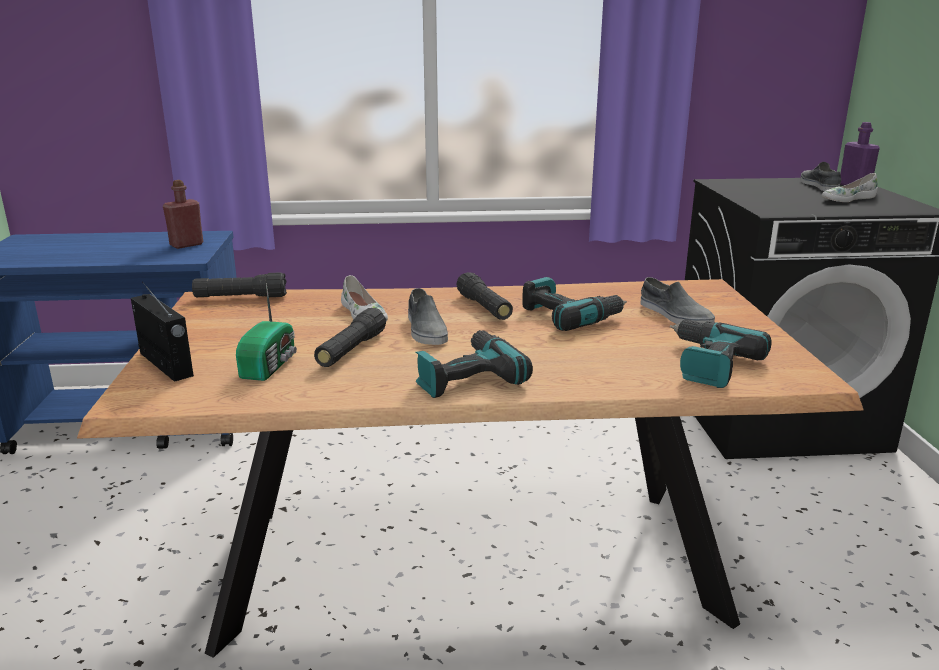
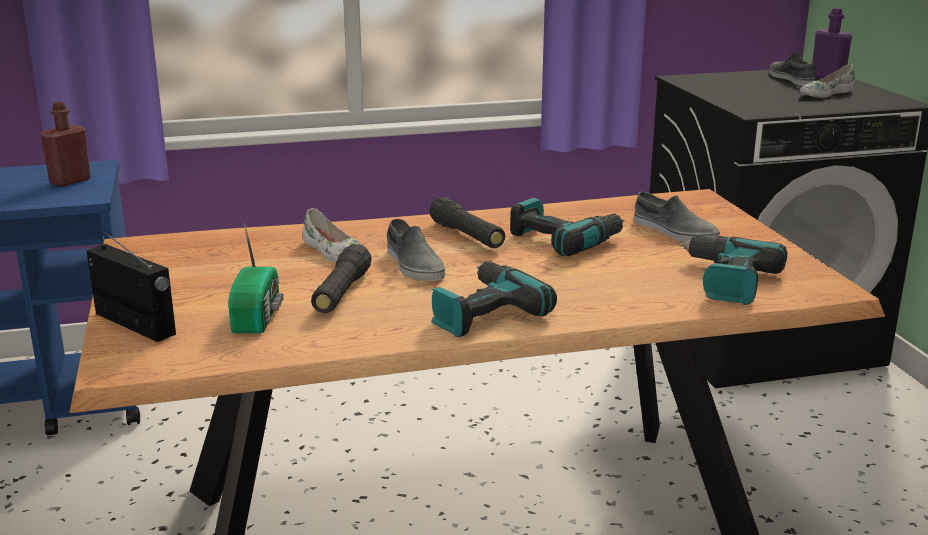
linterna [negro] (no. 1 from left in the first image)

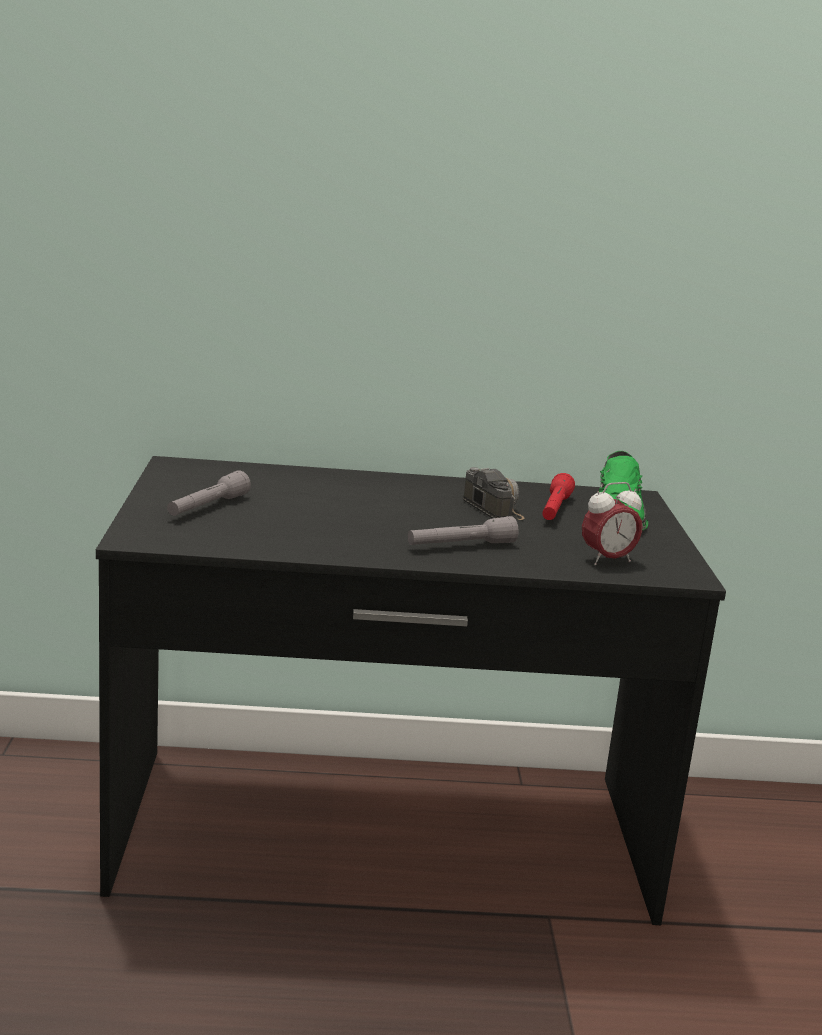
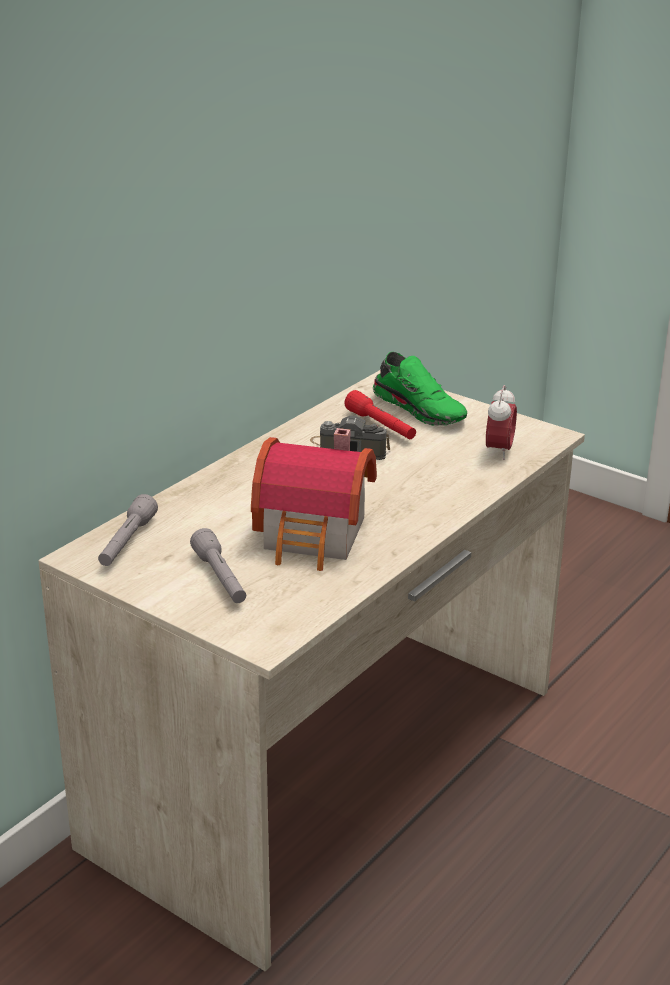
escritorio [beis]; linterna [gris] (no. 1 from left); casita

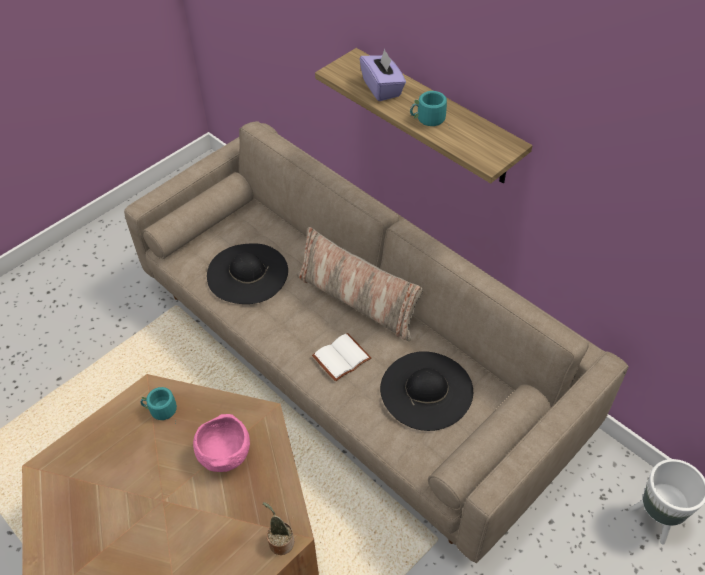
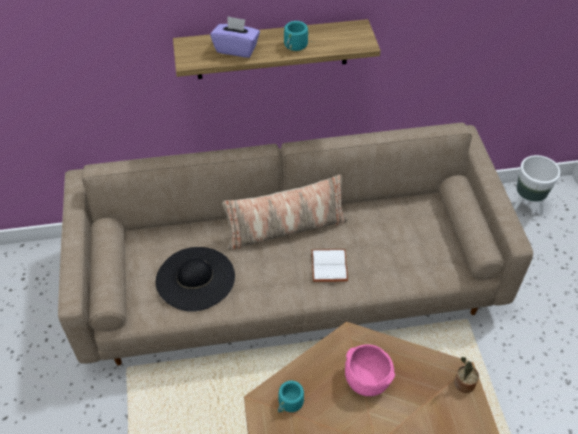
sombrero [negro] (no. 2 from left in the first image)

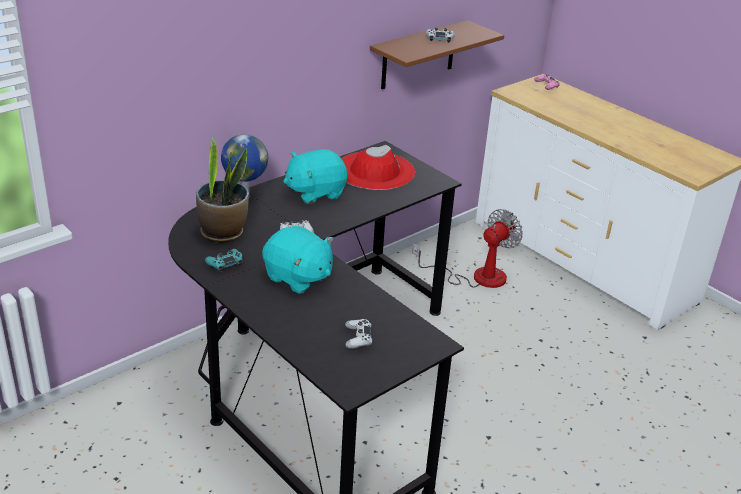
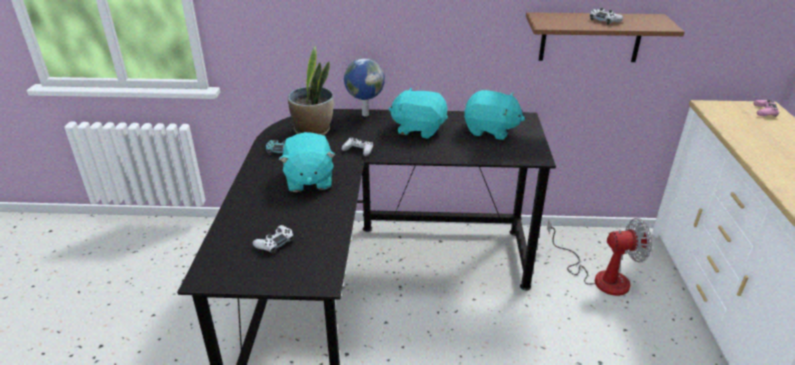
peluche [turquesa] (no. 3 from left)

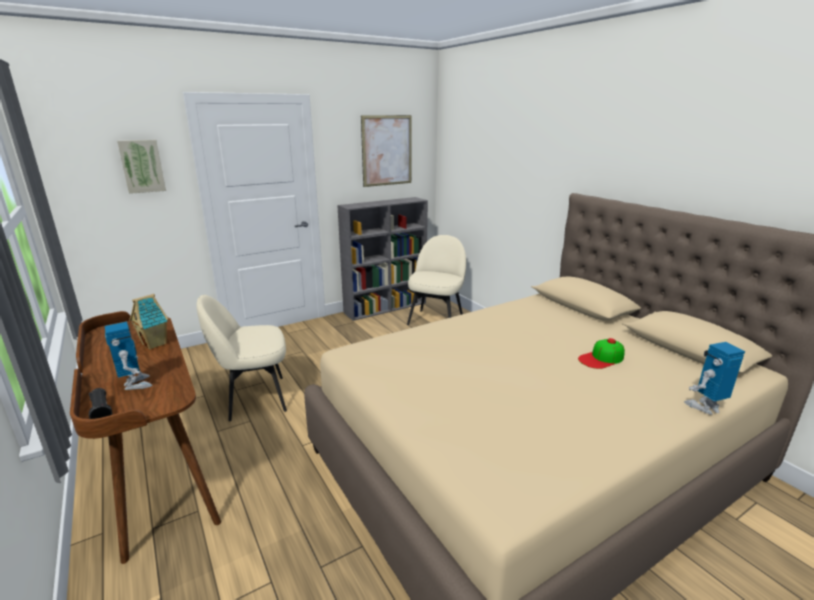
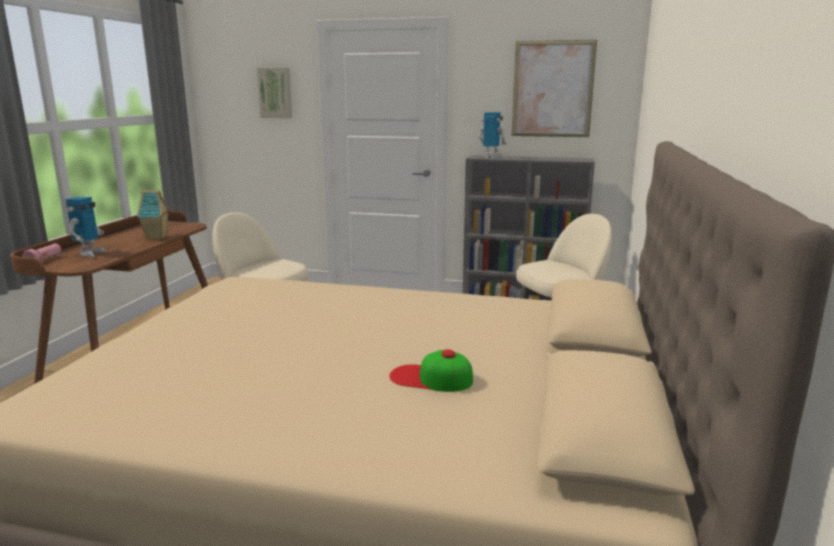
robot de juguete (no. 2 from left); linterna [rosa]

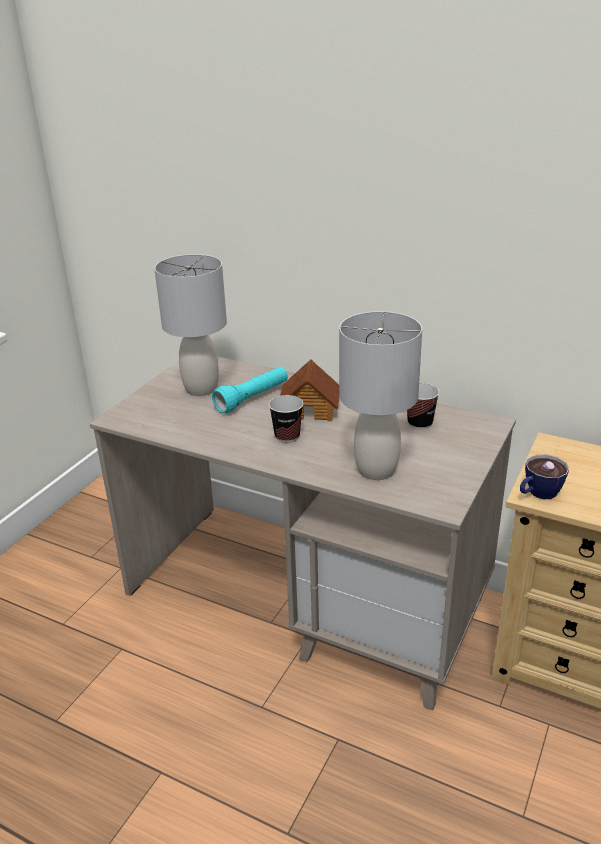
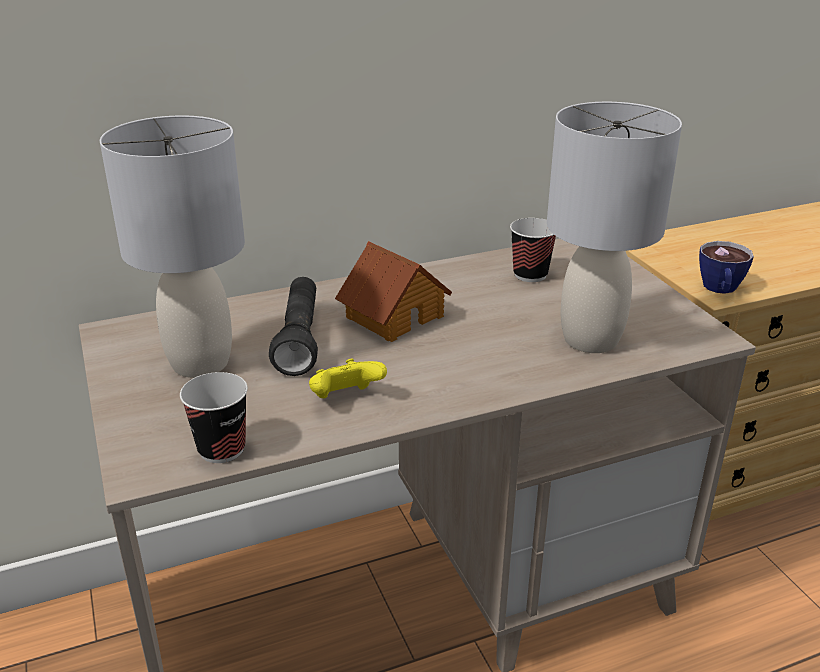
linterna [negro]; taza (no. 1 from left); mando de consola [amarillo]

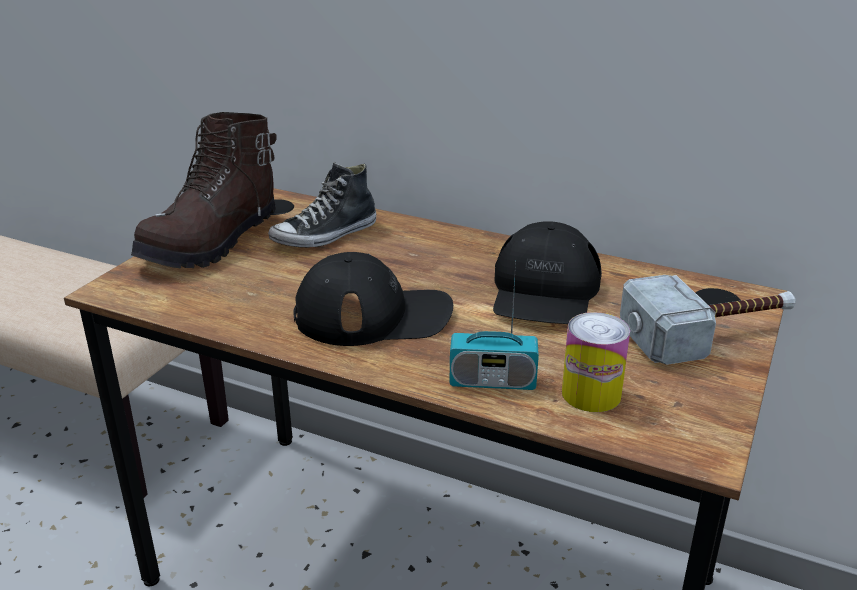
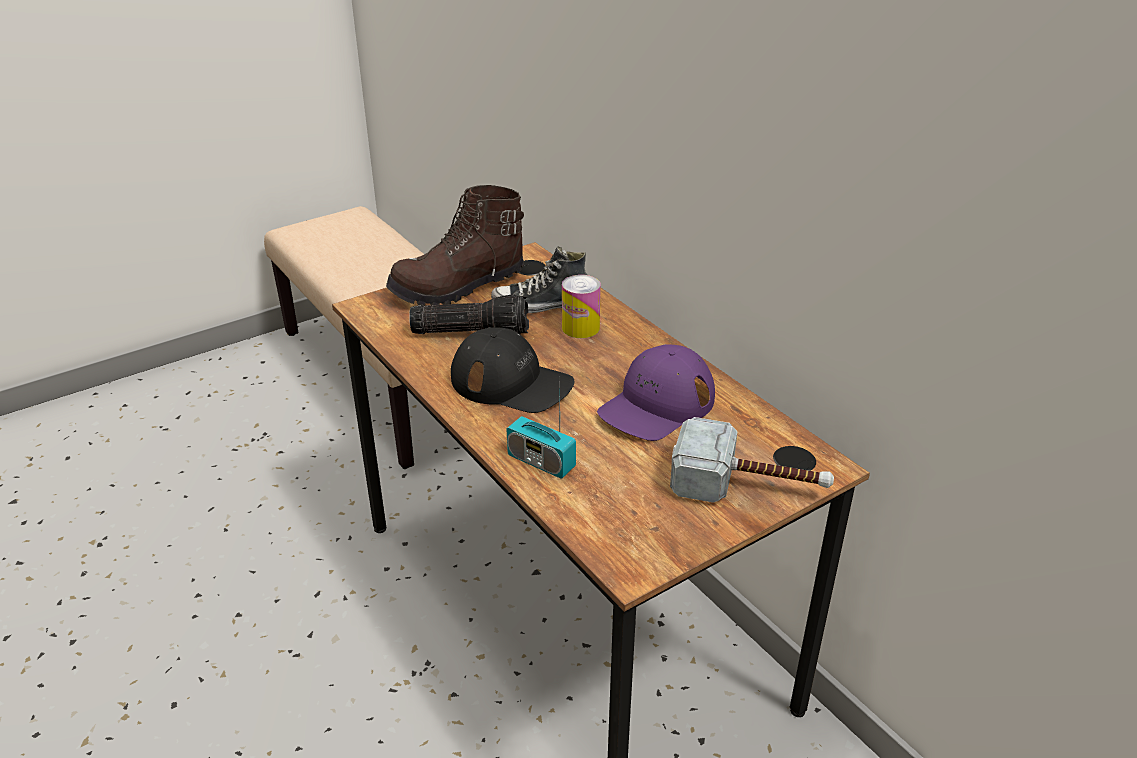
gorra [morado]; lata; linterna

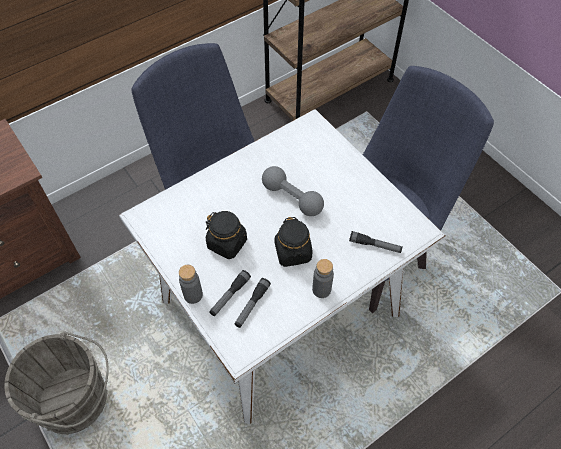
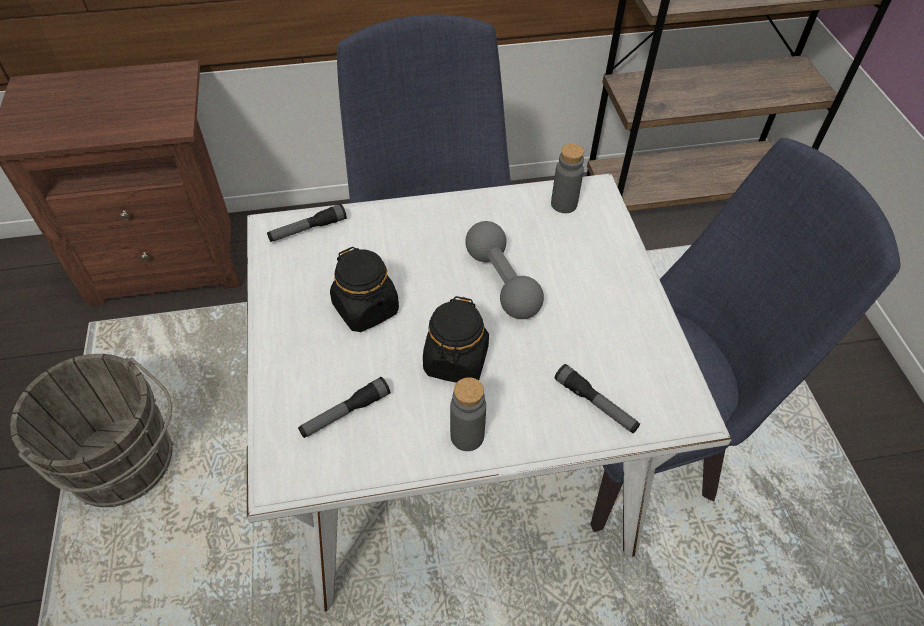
botella [gris] (no. 2 from left); linterna (no. 1 from left)

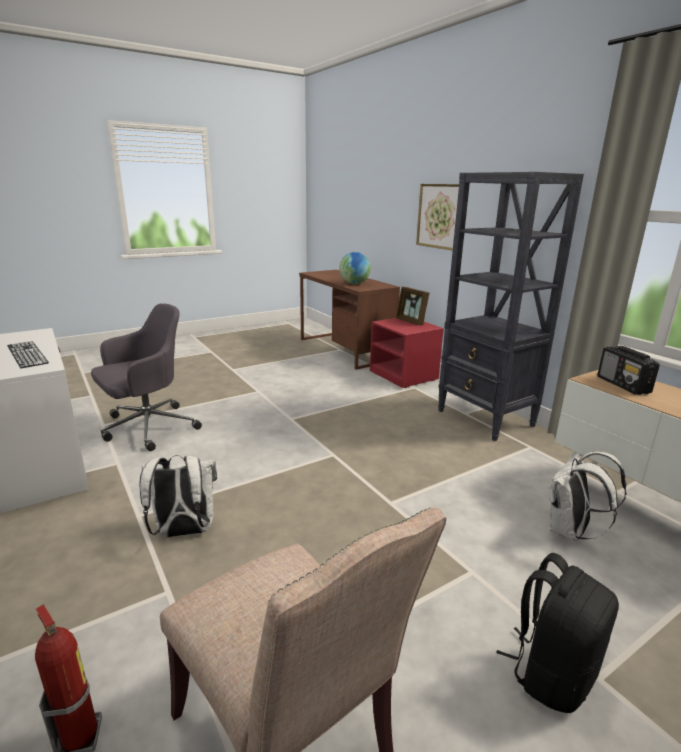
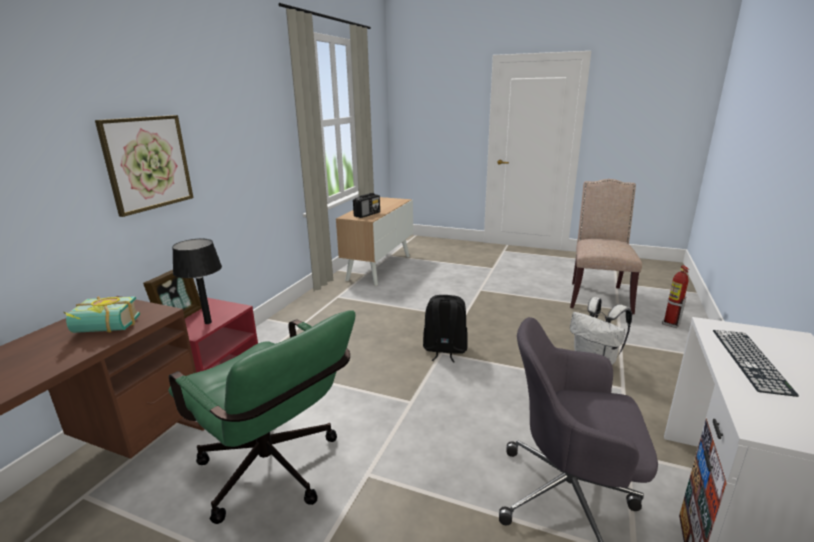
estantería [negro]; libro; mochila [blanco] (no. 2 from left in the first image); mochila [negro]; lámpara de mesa [negro]; silla de oficina [verde]

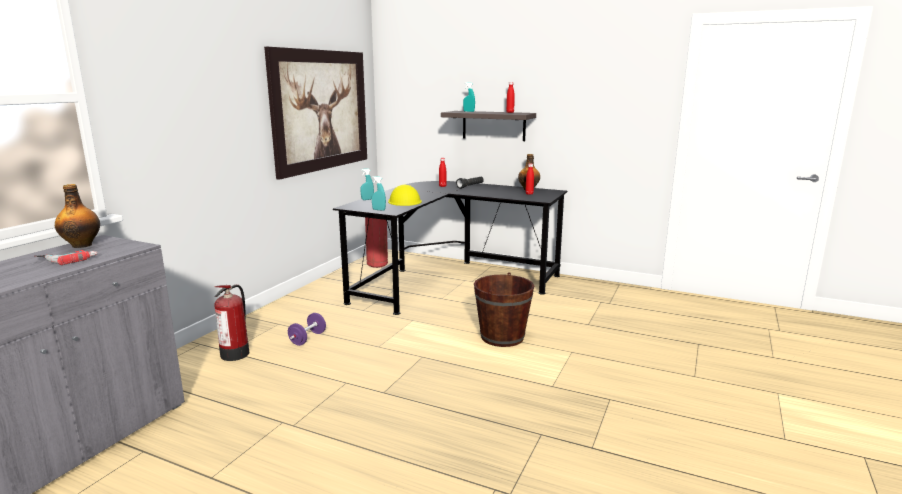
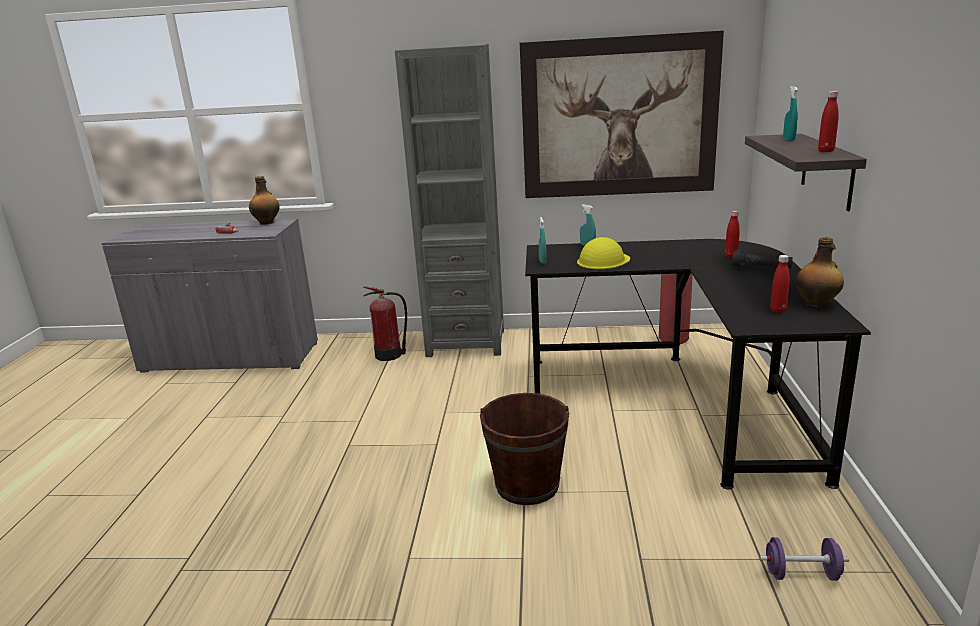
mancuerna [morado]; estantería [gris]

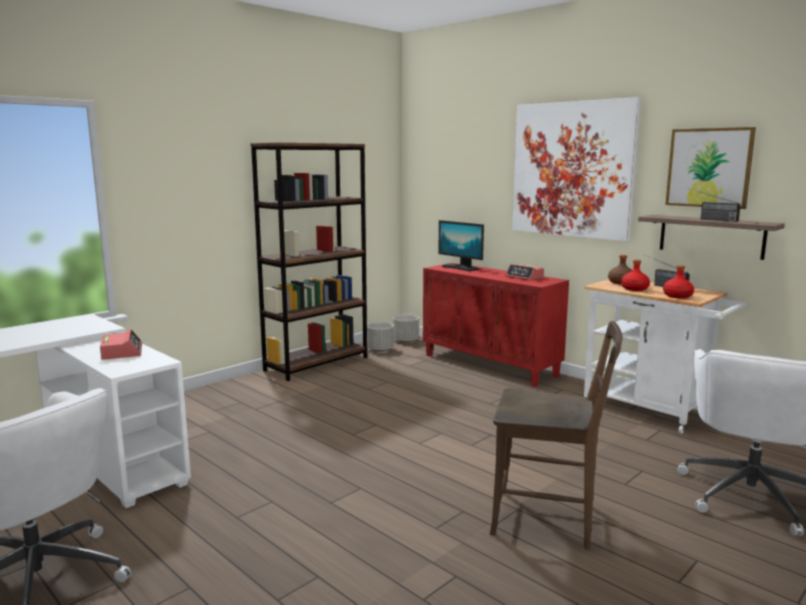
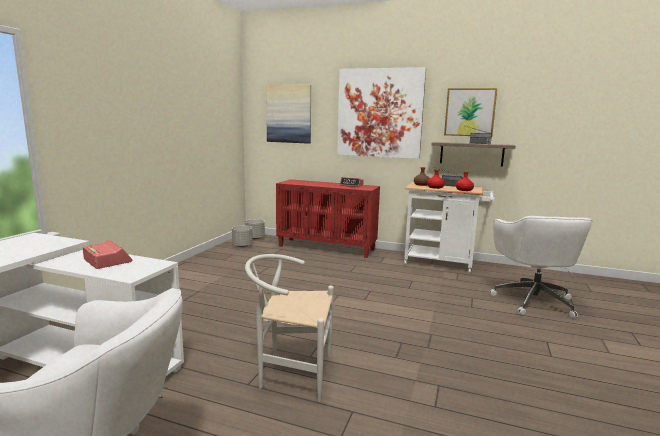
estantería [marrón]; monitor; silla [marrón]; cuadro (no. 1 from left); silla [blanco]

